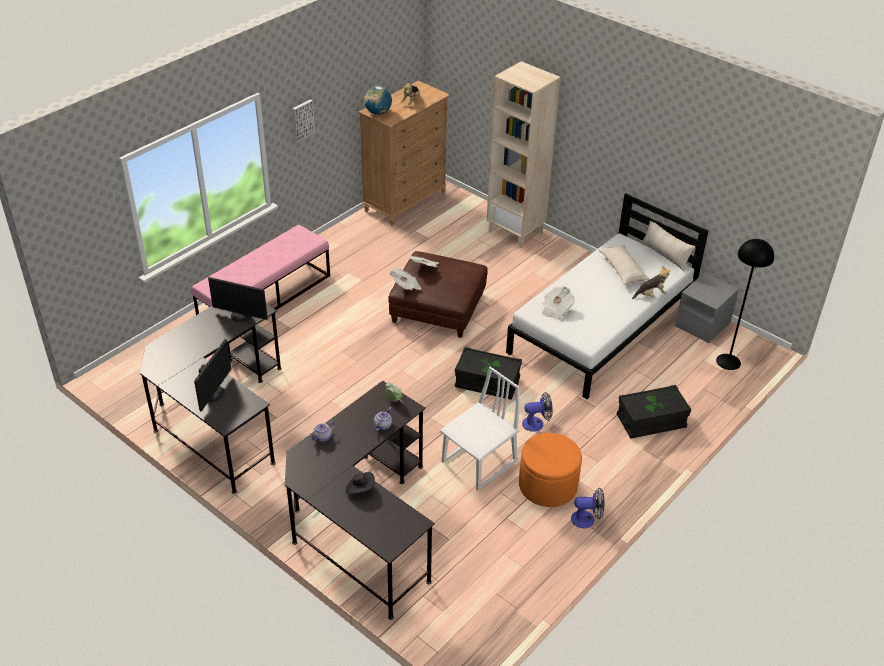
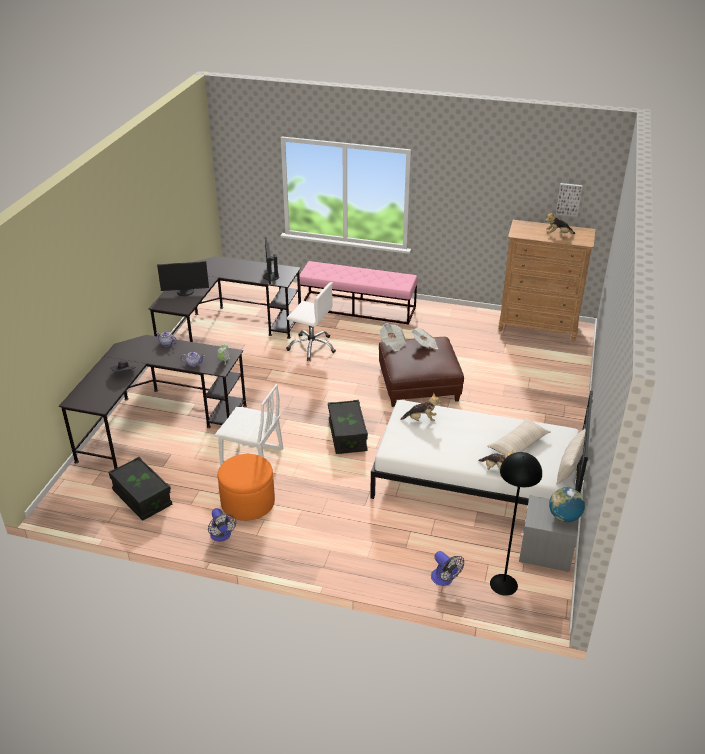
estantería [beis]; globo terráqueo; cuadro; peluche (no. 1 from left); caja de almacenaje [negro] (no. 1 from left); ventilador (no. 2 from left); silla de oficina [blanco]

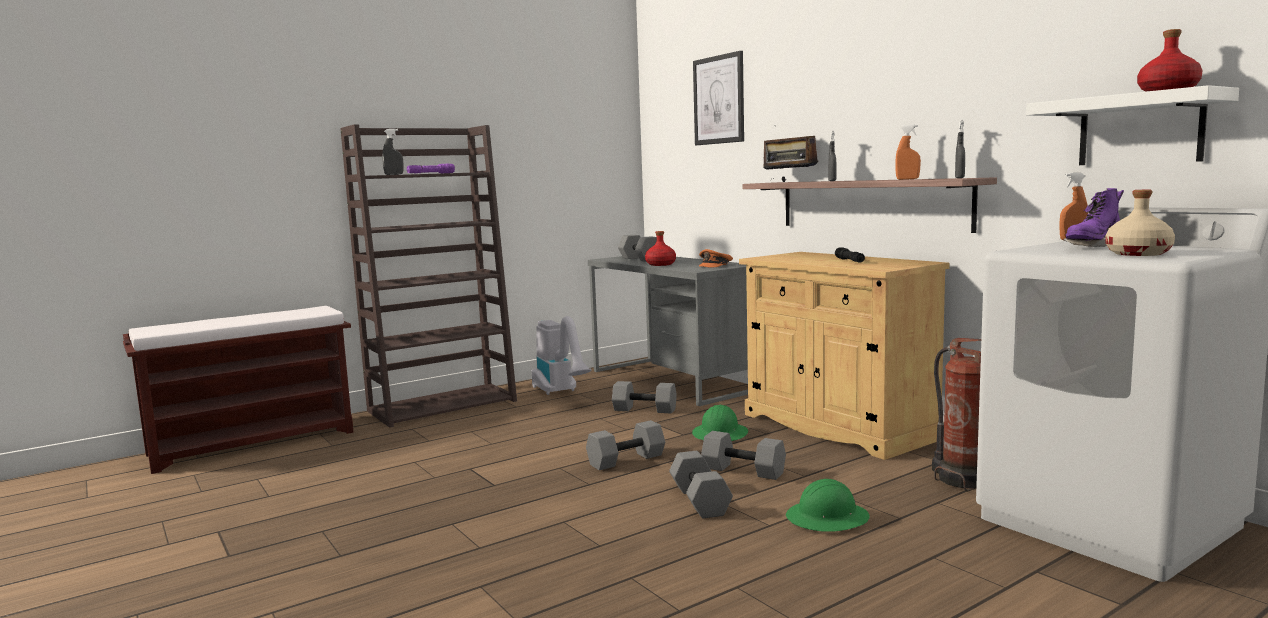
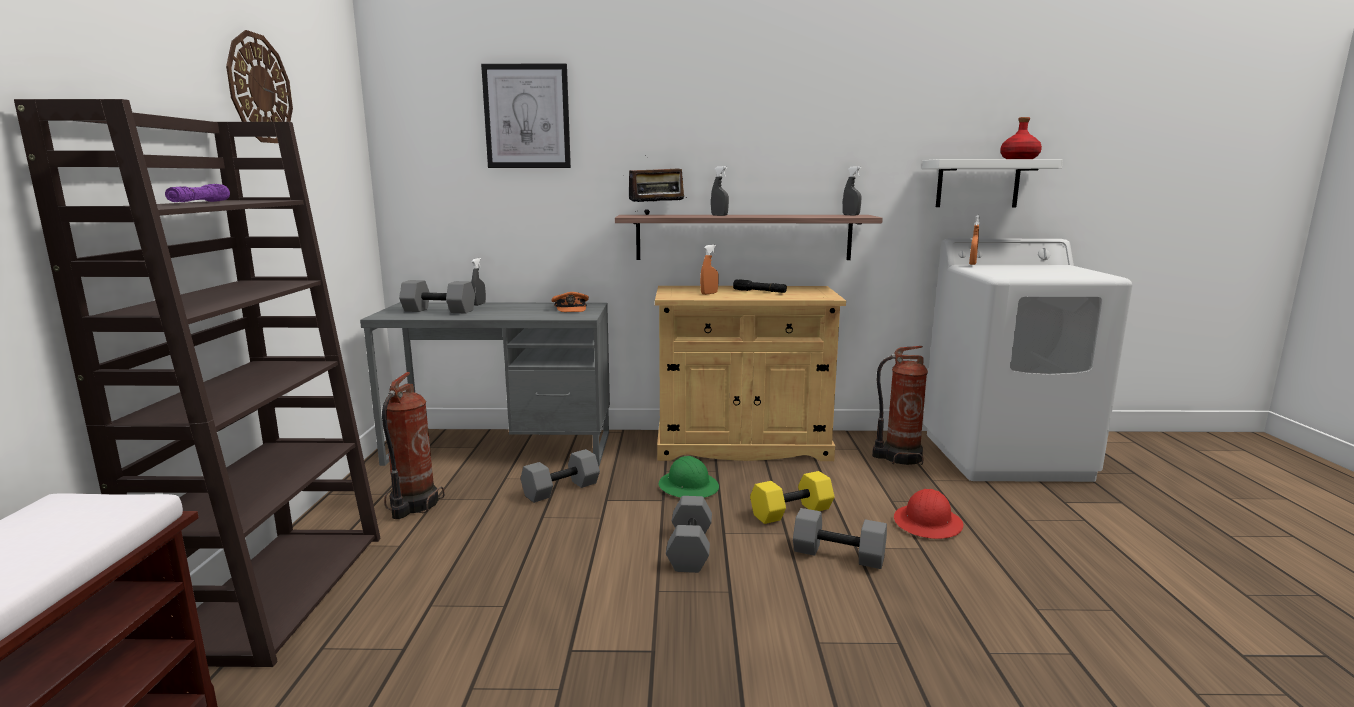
pulverizador [naranja] (no. 1 from left); pulverizador [gris] (no. 1 from left); bota [morado]; botella [beis]; botella [rojo] (no. 1 from left in the first image); extintor (no. 1 from left); mancuerna [amarillo]; casco [rojo]; reloj de pared

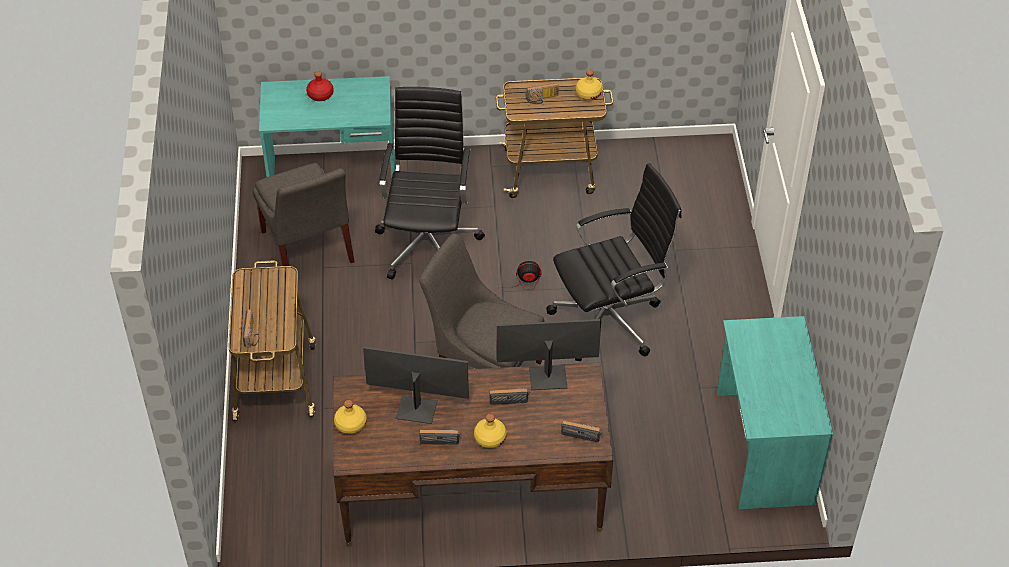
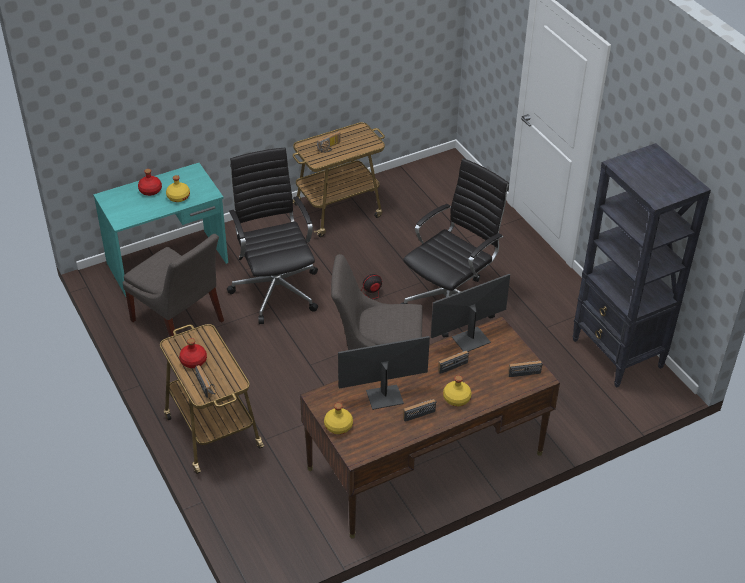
botella [amarillo] (no. 1 from left); estantería [negro]; botella [rojo] (no. 2 from left)

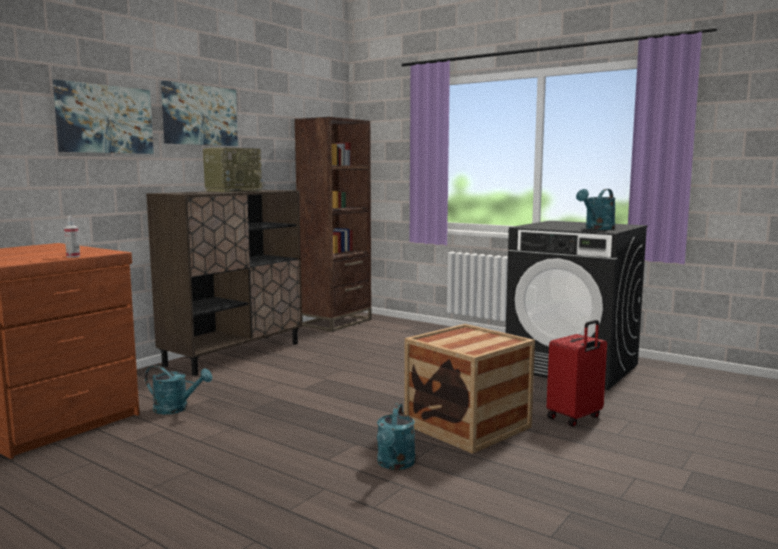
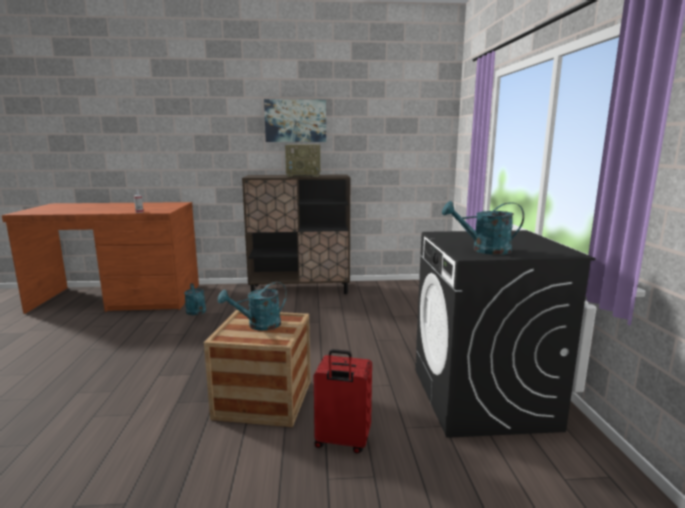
cuadro (no. 1 from left in the first image); estantería [marrón]; regadera [turquesa] (no. 2 from left)

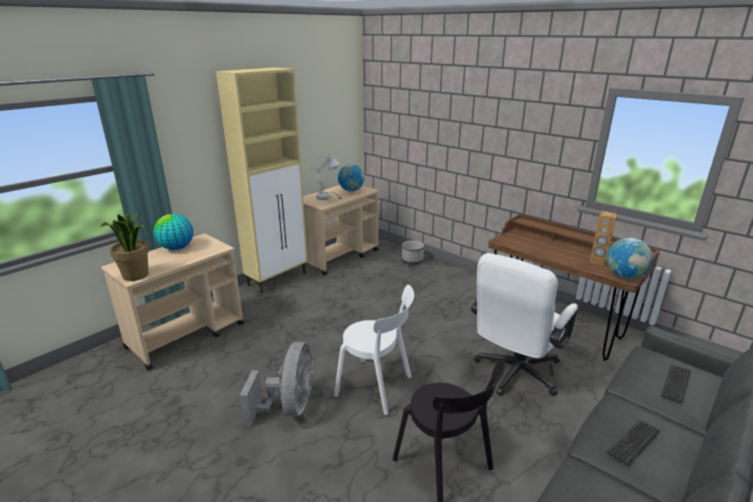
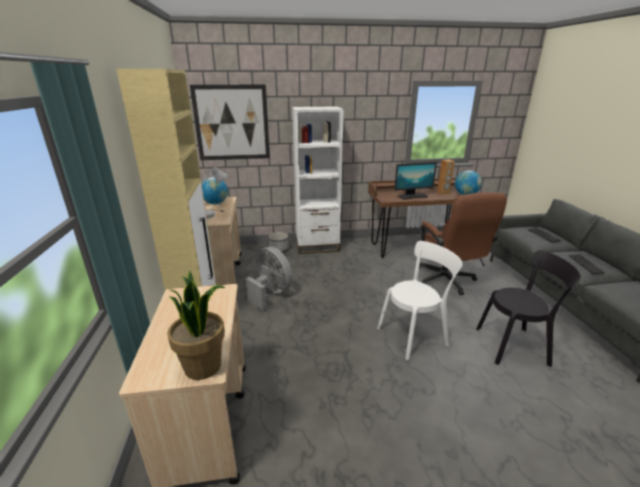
globo terráqueo (no. 1 from left in the first image); silla de oficina [marrón]; ventilador [gris]; cuadro; estantería [blanco]; monitor

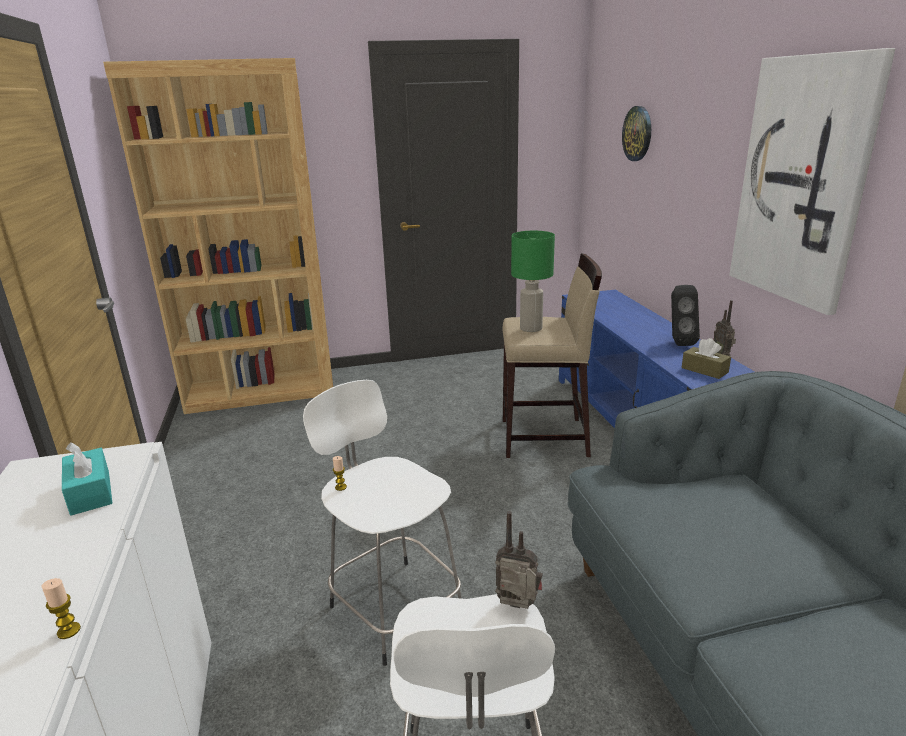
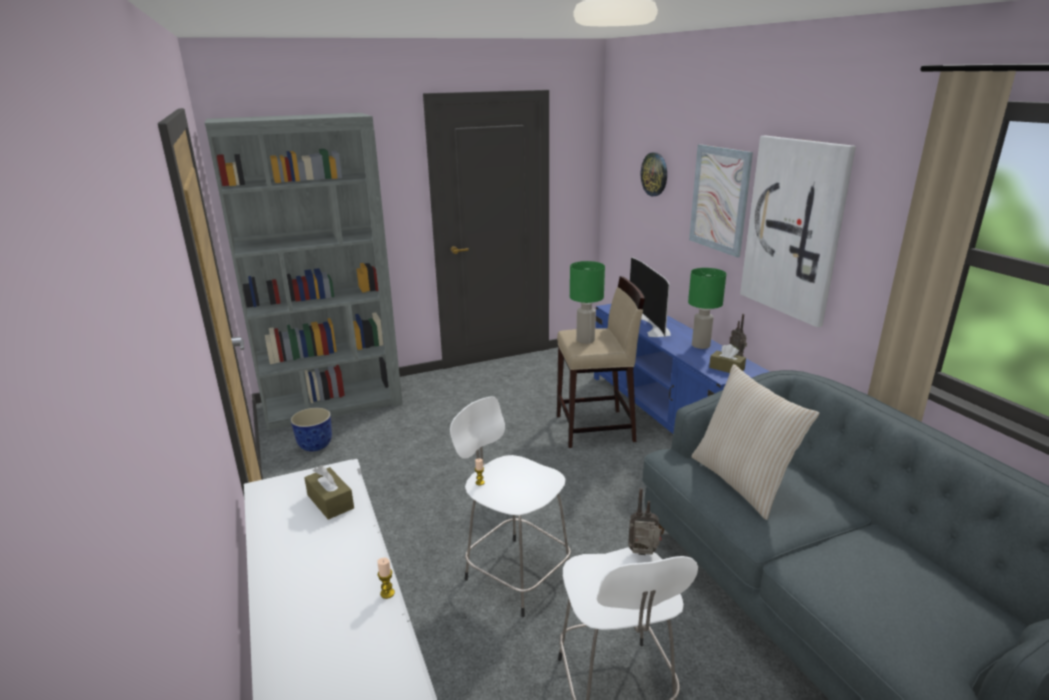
estantería [gris]; lámpara de mesa [verde] (no. 2 from left); caja de pañuelos [marrón] (no. 1 from left); cuadro (no. 1 from left); televisor; cojín [beis]; maceta

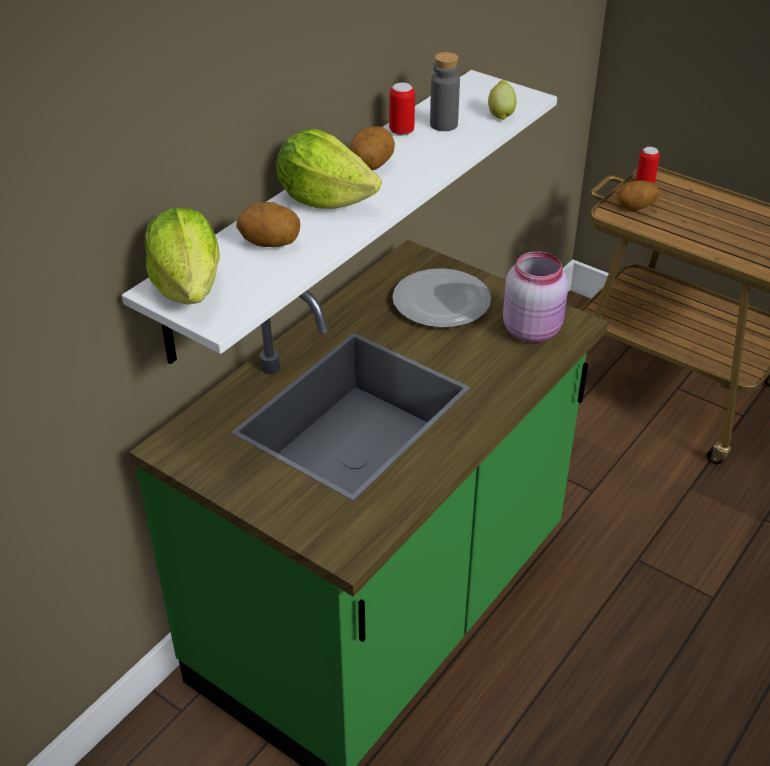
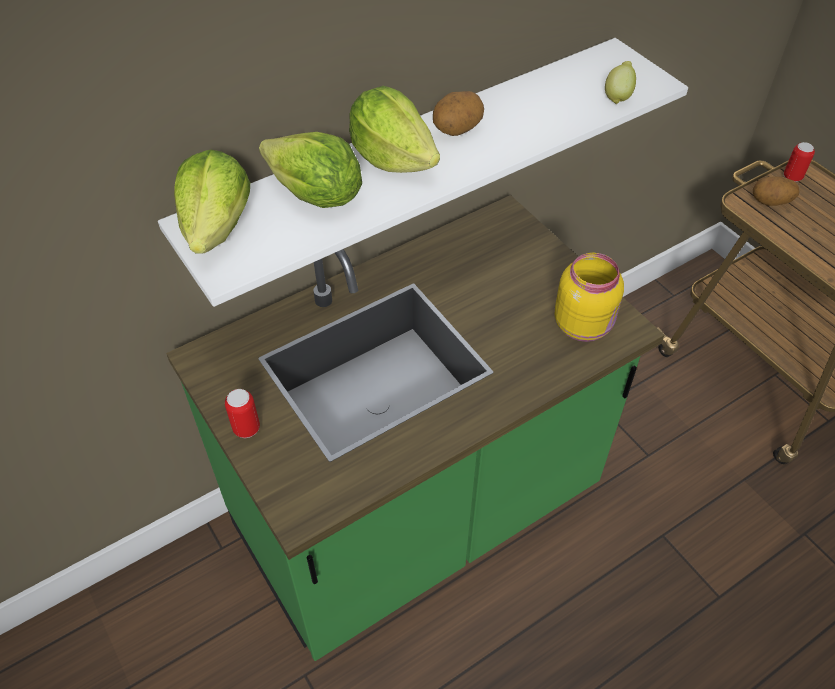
botella [gris]; lata (no. 1 from left); lechuga (no. 2 from left); tarro [amarillo]; plato

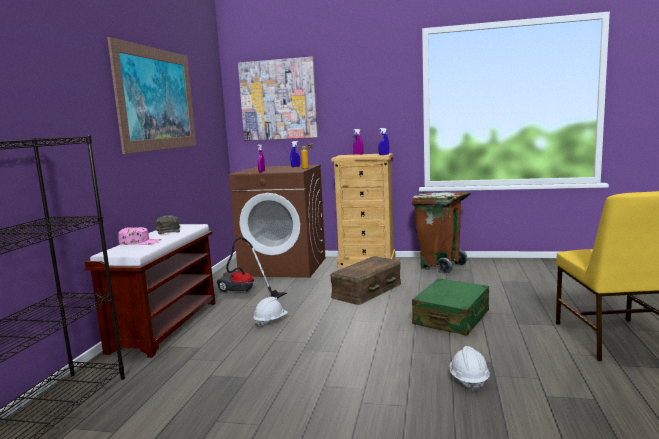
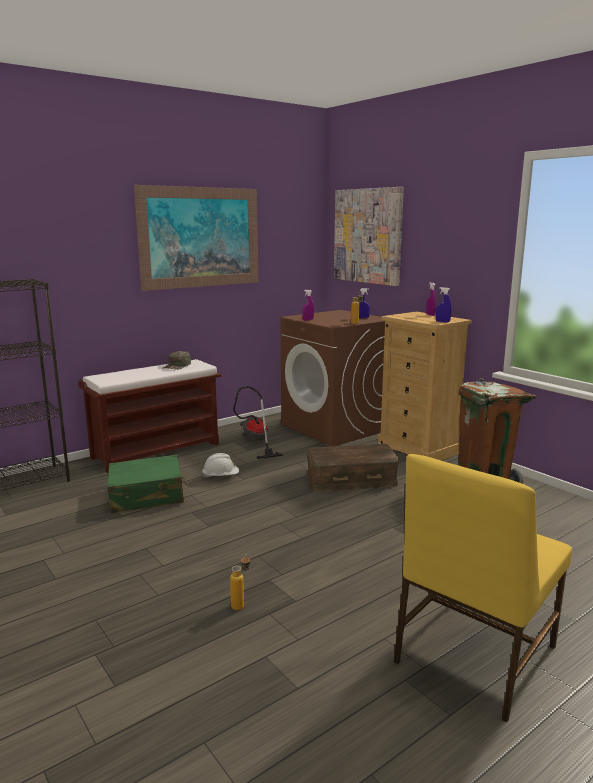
gorra [rosa]; maleta [verde]; botella (no. 1 from left)

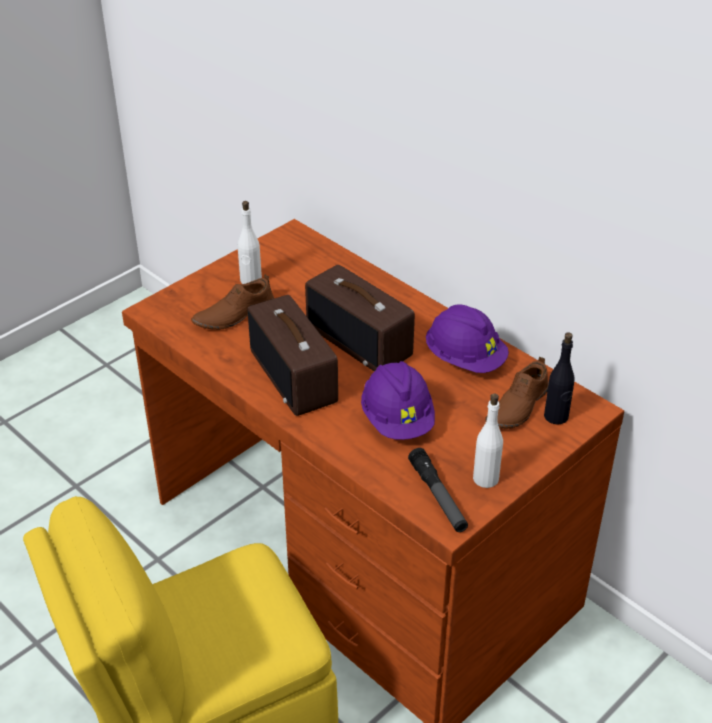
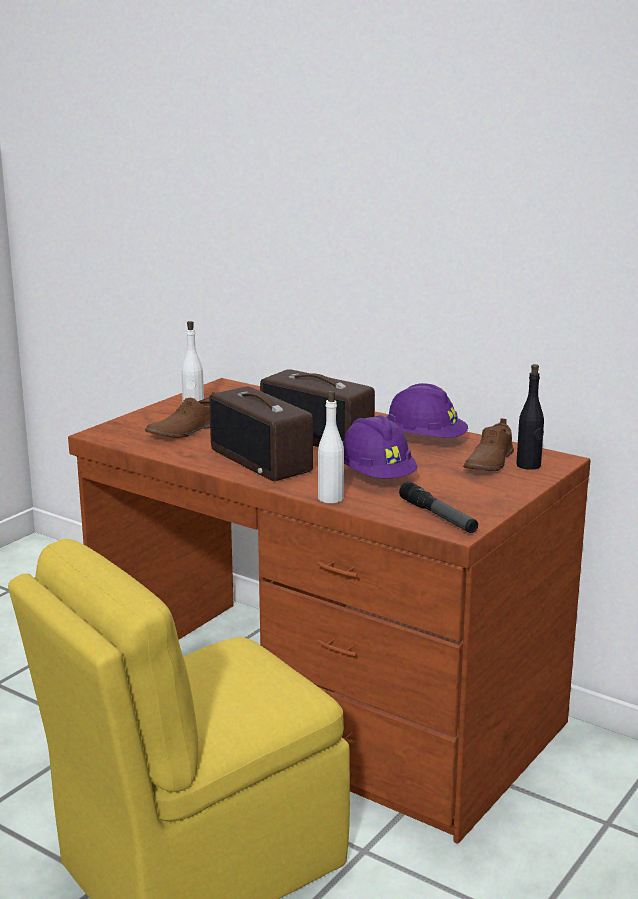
botella [blanco] (no. 2 from left)

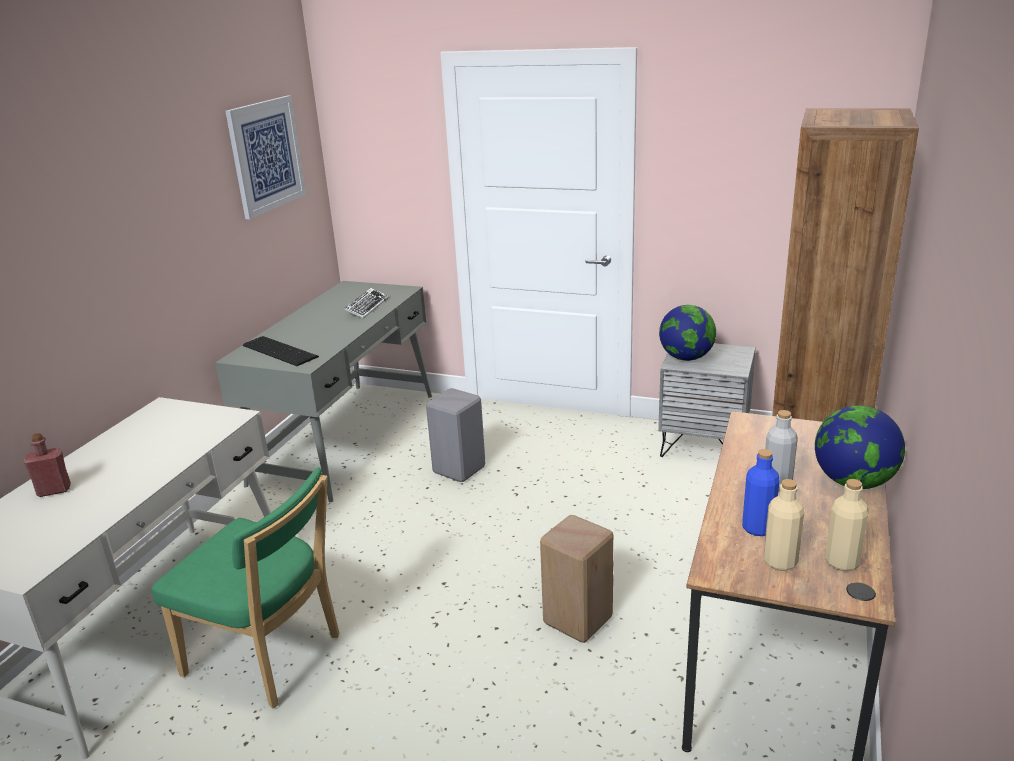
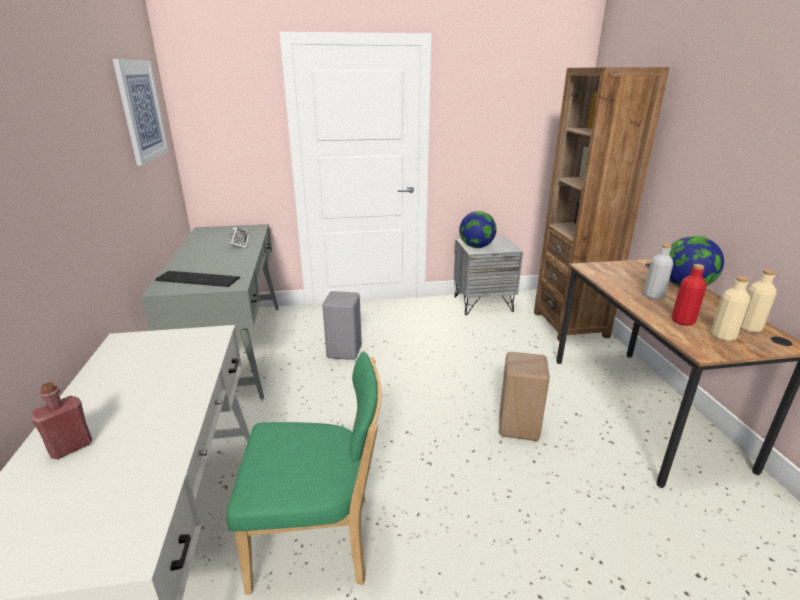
botella [rojo] (no. 2 from left)

